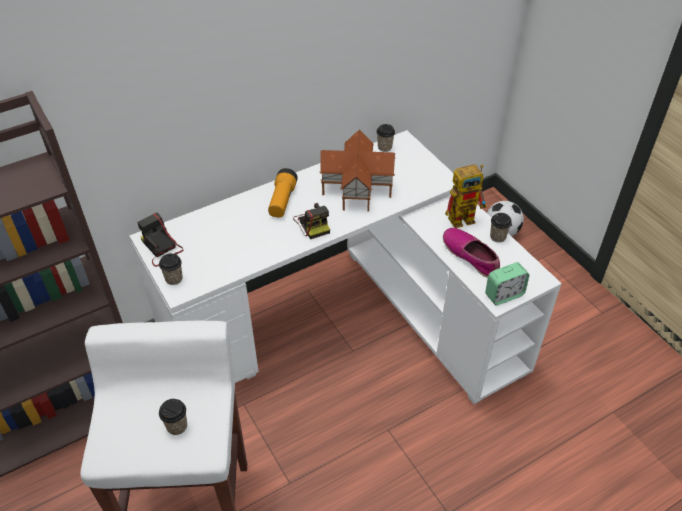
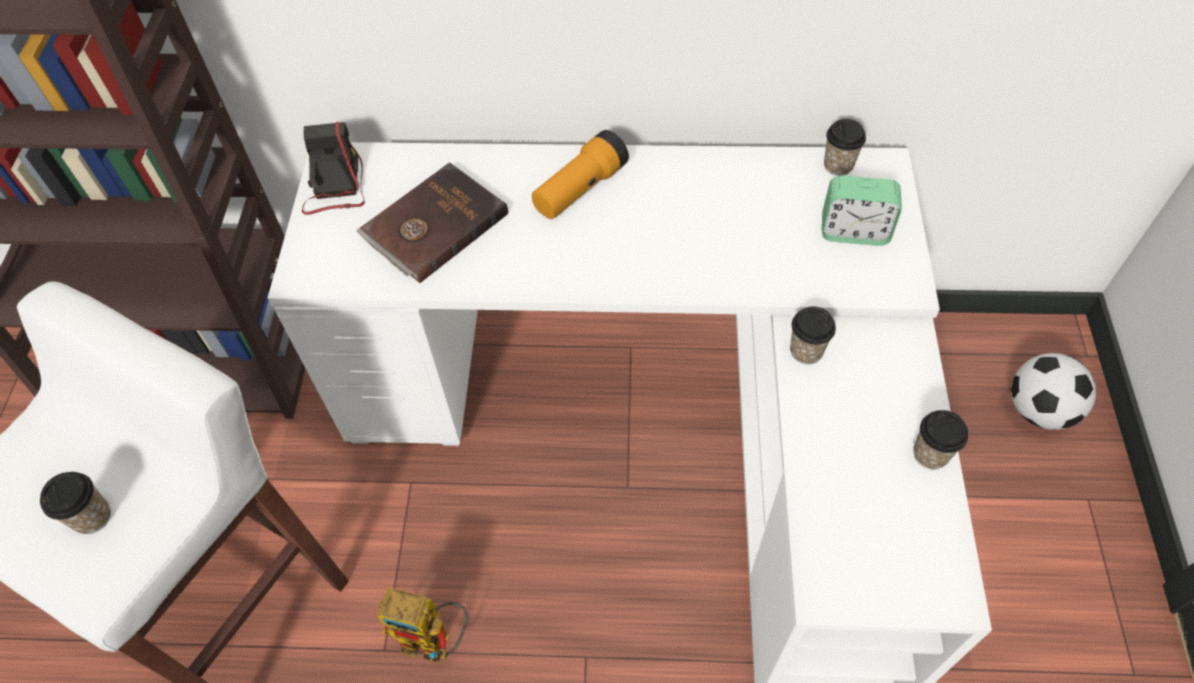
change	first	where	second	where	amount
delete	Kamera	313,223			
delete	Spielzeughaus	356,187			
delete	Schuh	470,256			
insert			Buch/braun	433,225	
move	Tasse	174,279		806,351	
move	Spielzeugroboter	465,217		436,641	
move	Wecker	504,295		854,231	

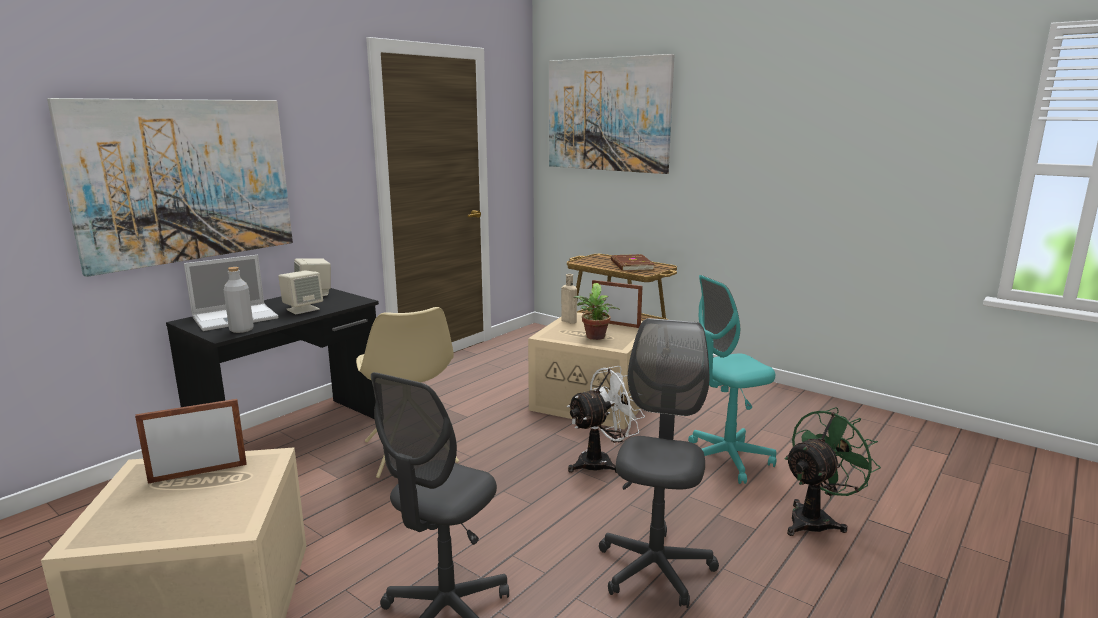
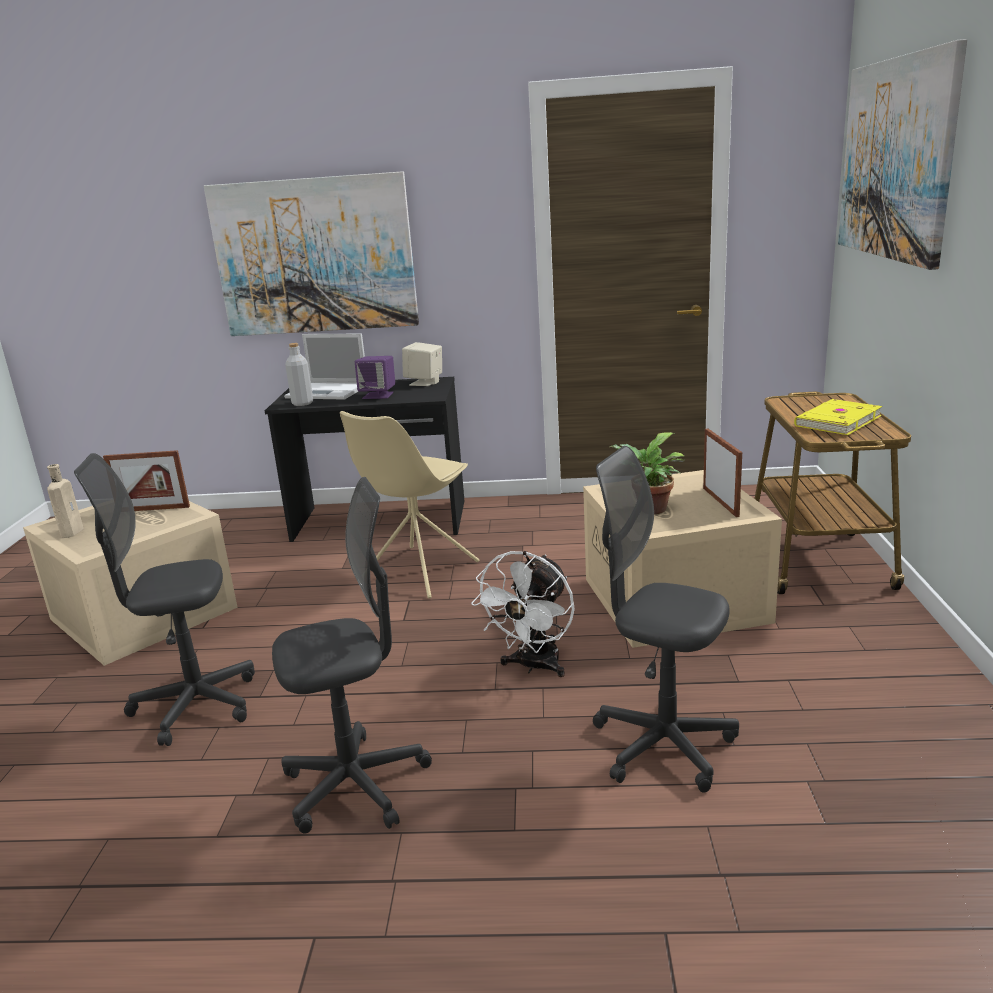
change	first	where	second	where	amount
delete	Ventilator/grün	816,519			
move	Flasche/beige	568,320		73,531	
recolor	Lautsprecher/beige	303,309	Lautsprecher/lila	378,395	
recolor	Buch/braun	631,265	Buch/gelb	836,421	
recolor	Bürostuhl/türkis	726,460	Bürostuhl/grau	663,746	
rotate	Bilderrahmen	198,473		153,509	150 degrees clockwise
rotate	Ventilator/weiß	602,462		534,666	90 degrees clockwise

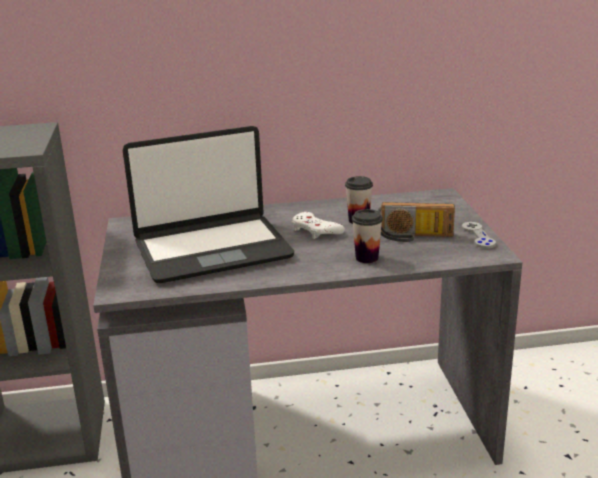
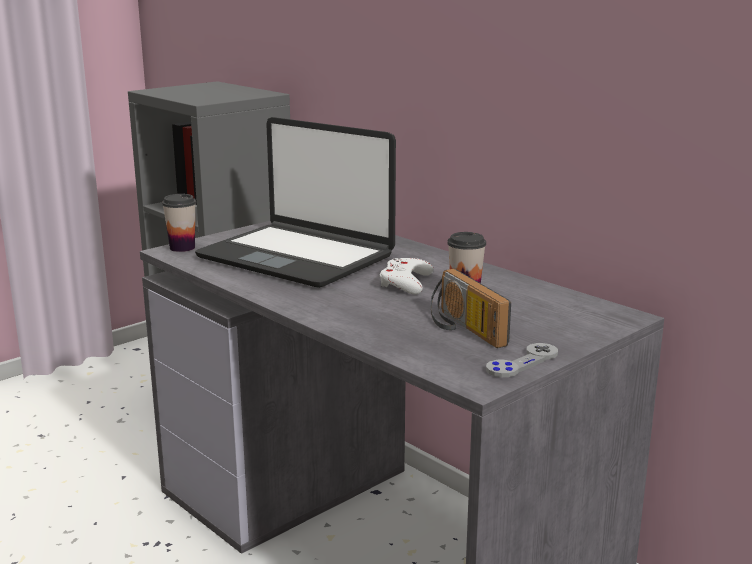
change	first	where	second	where	amount
move	Tasse	367,258		182,248	

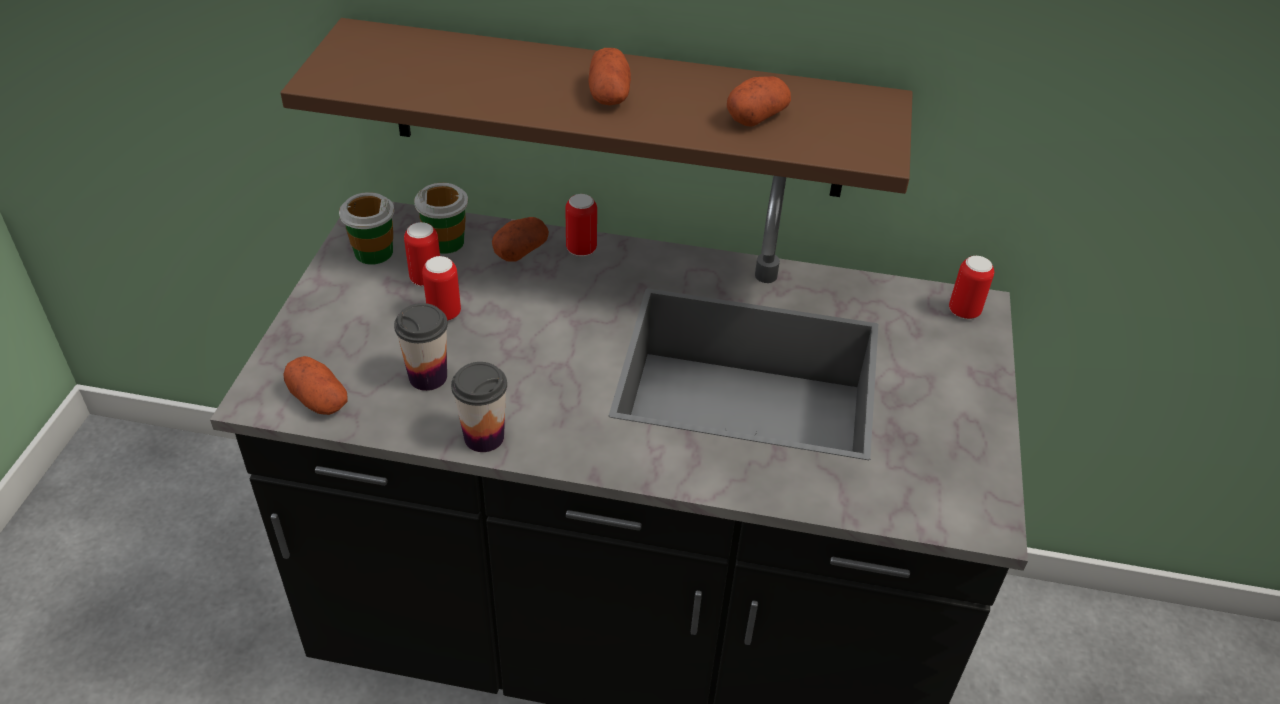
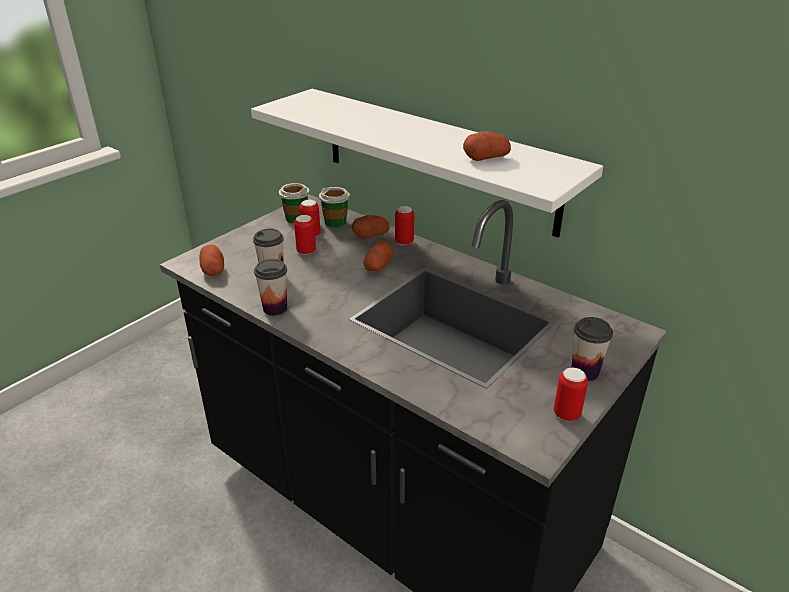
change	first	where	second	where	amount
insert			Tasse	584,372	
move	Kartoffel	609,94		378,266	
move	Dose	964,311		566,414	
recolor	Wandregal/braun	617,110	Wandregal/weiß	436,159	

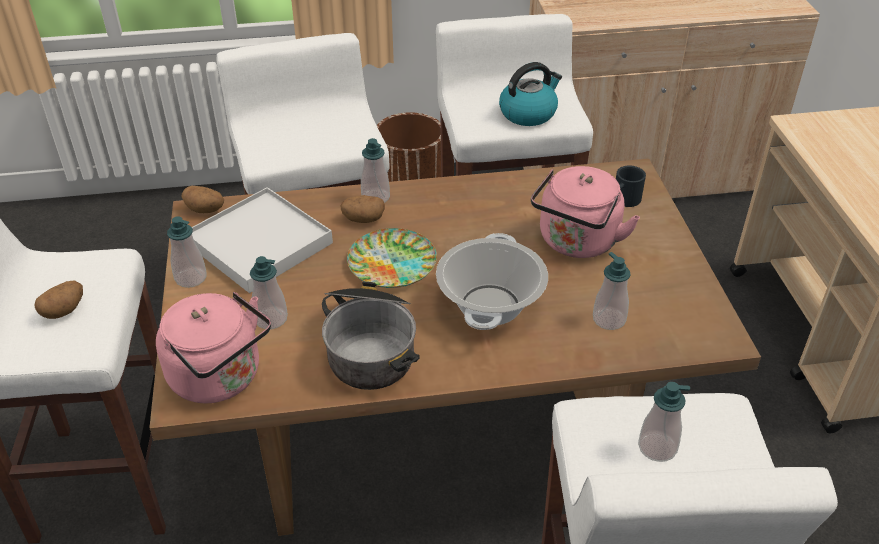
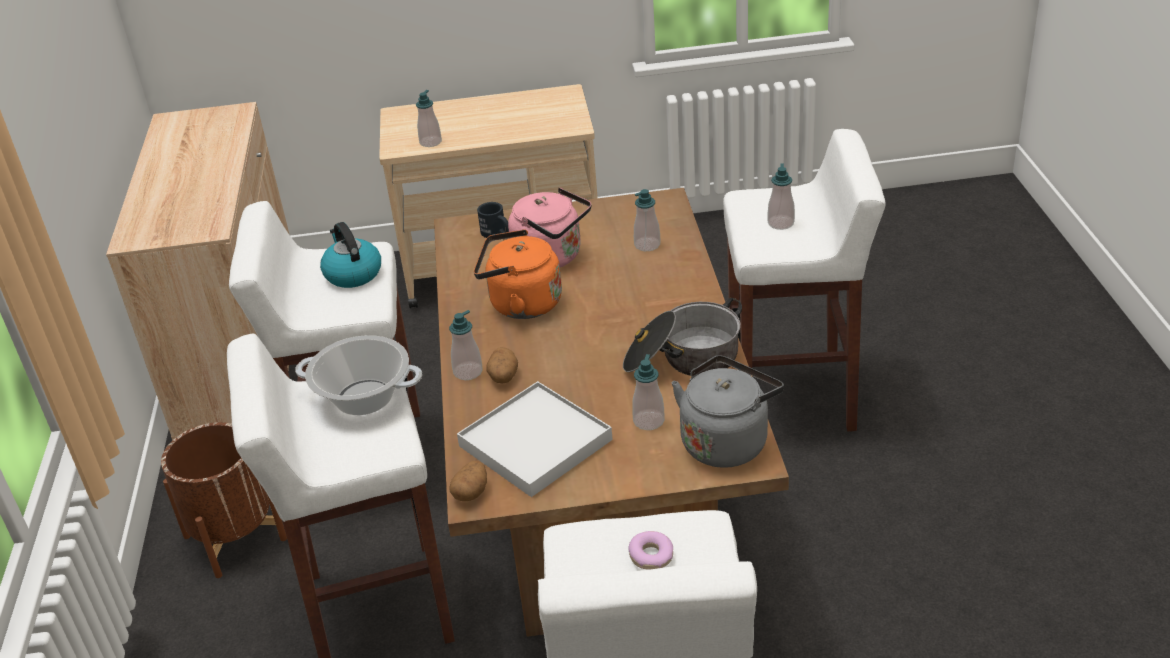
change	first	where	second	where	amount
delete	Teller	392,263			
insert			Wasserkessel/orange	521,304	
move	Seifenspender	191,278		430,142	
move	Kochtopf	489,305		364,398	
replace	Kartoffel	64,310	Donut	651,556	
recolor	Wasserkessel/rosa	221,378	Wasserkessel/grau	726,441	

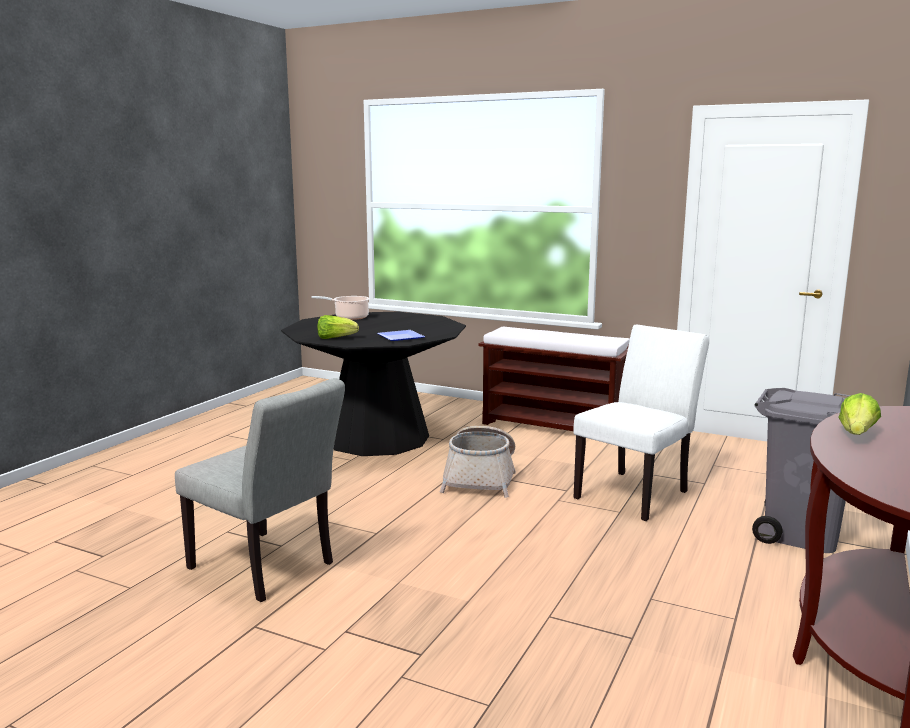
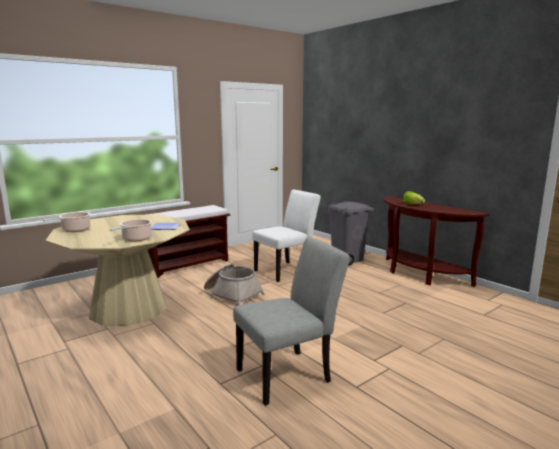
change	first	where	second	where	amount
replace	Salatkopf	335,338	Kochtopf	135,239	
recolor	Esstisch/schwarz	377,438	Esstisch/beige	128,308	
rotate	Stuhl/weiß	636,492		286,270	75 degrees clockwise

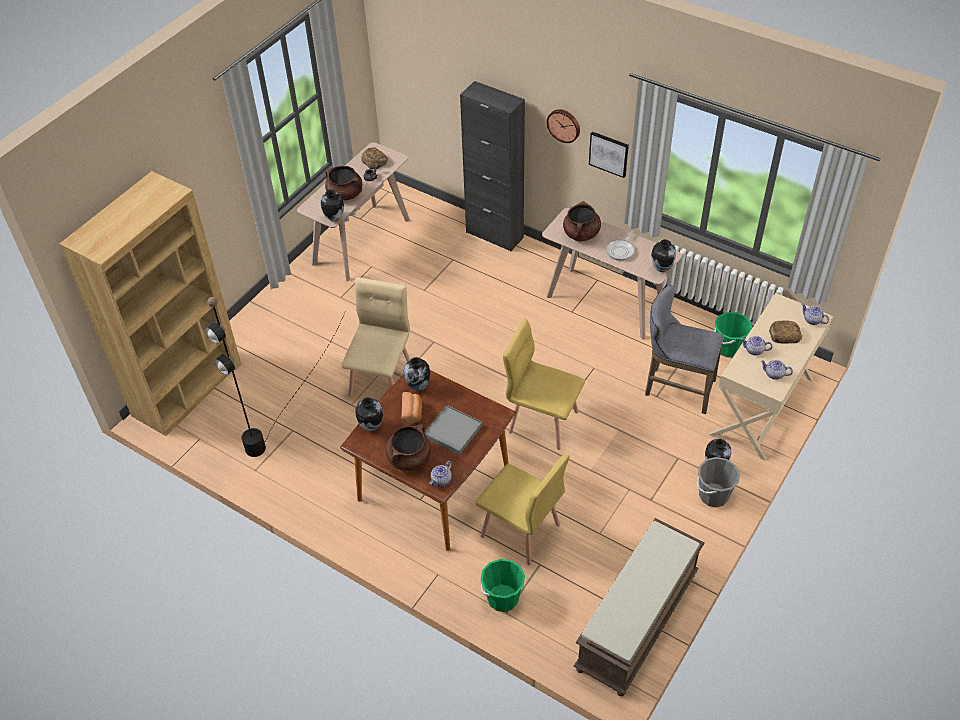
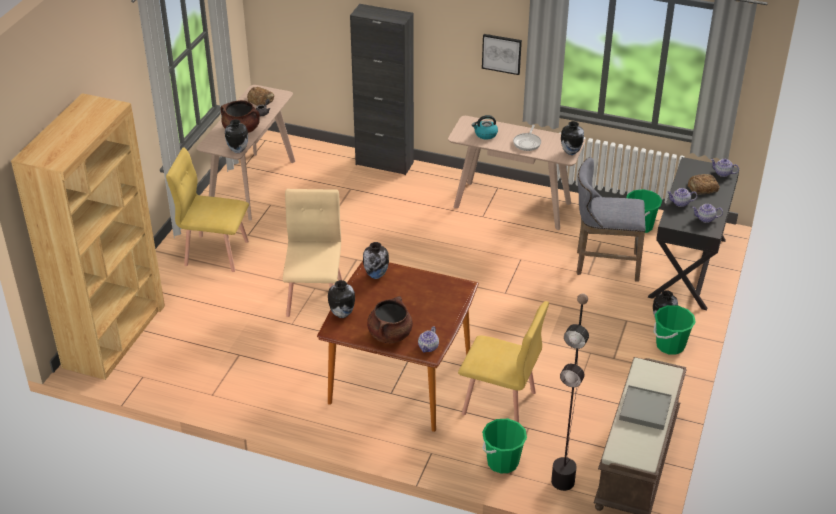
change	first	where	second	where	amount
delete	Brot	412,413			
delete	Wanduhr	564,125			
move	Stehlampe/schwarz	284,407		568,434	
move	Tablett/grau	453,431		645,409	
move	Stuhl/gelb	543,421		216,252	
replace	Kochtopf/braun	581,234	Wasserkessel	485,134	
recolor	Eimer/grau	713,495	Eimer/grün	670,345	
recolor	Schreibtisch/beige	762,406	Schreibtisch/schwarz	688,268	

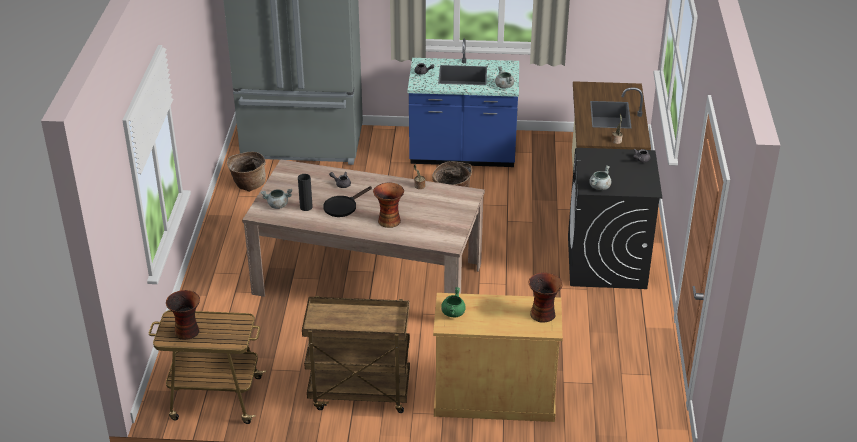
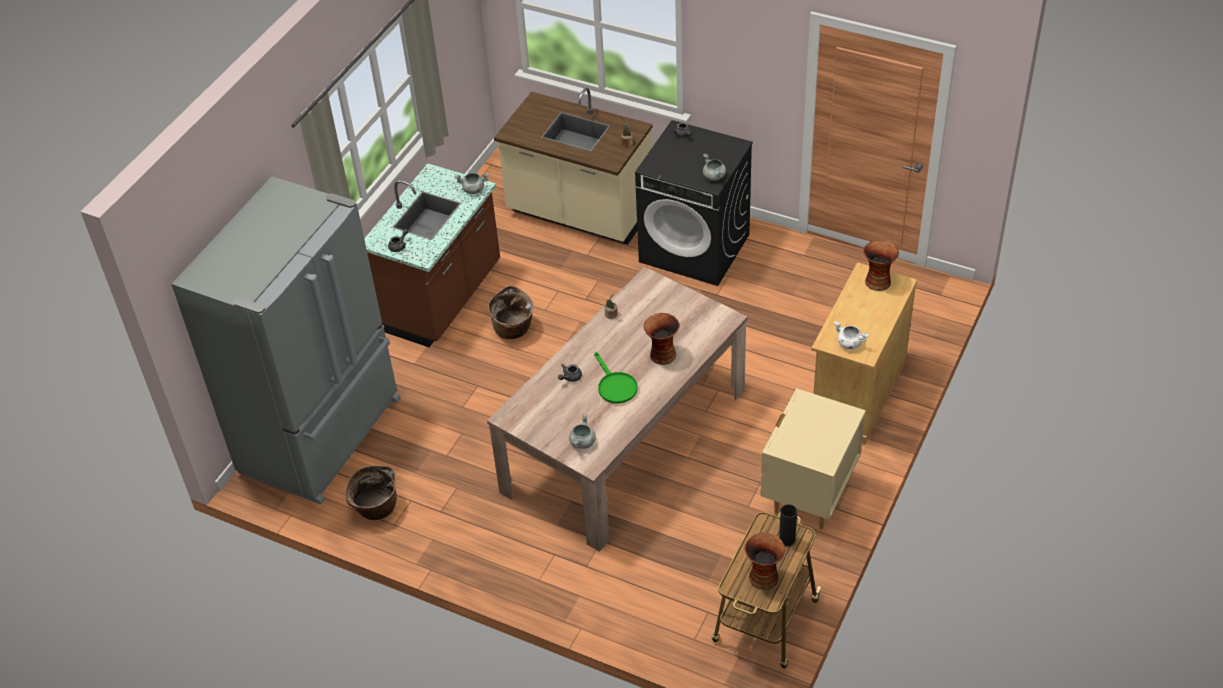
change	first	where	second	where	amount
move	Vase/schwarz	306,207		787,539	
replace	Rollwagen/braun	358,394	Nachttisch/beige	809,495	
recolor	Pfanne/schwarz	343,206	Pfanne/grün	615,386	
recolor	Küchenzeile/blau	462,155	Küchenzeile/braun	442,298	
recolor	Kochtopf/grün	453,313	Kochtopf/weiß	849,343	

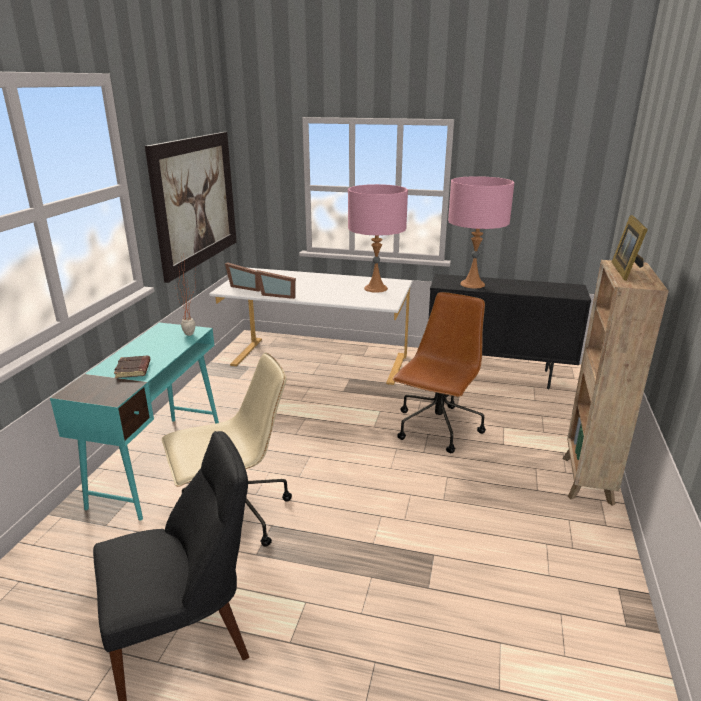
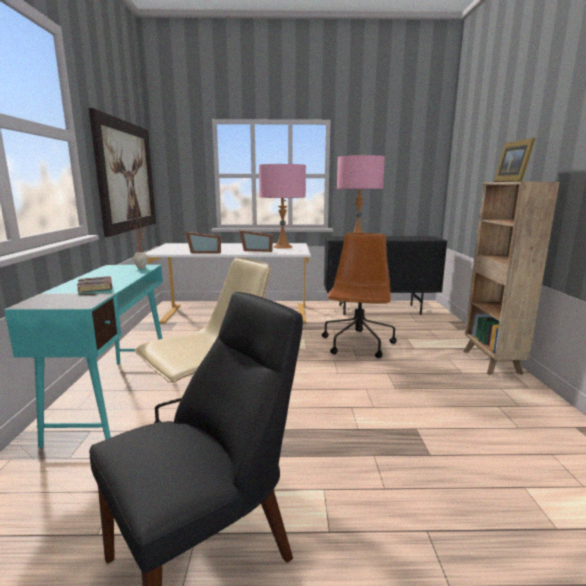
change	first	where	second	where	amount
move	Bilderrahmen	246,287		257,250	

